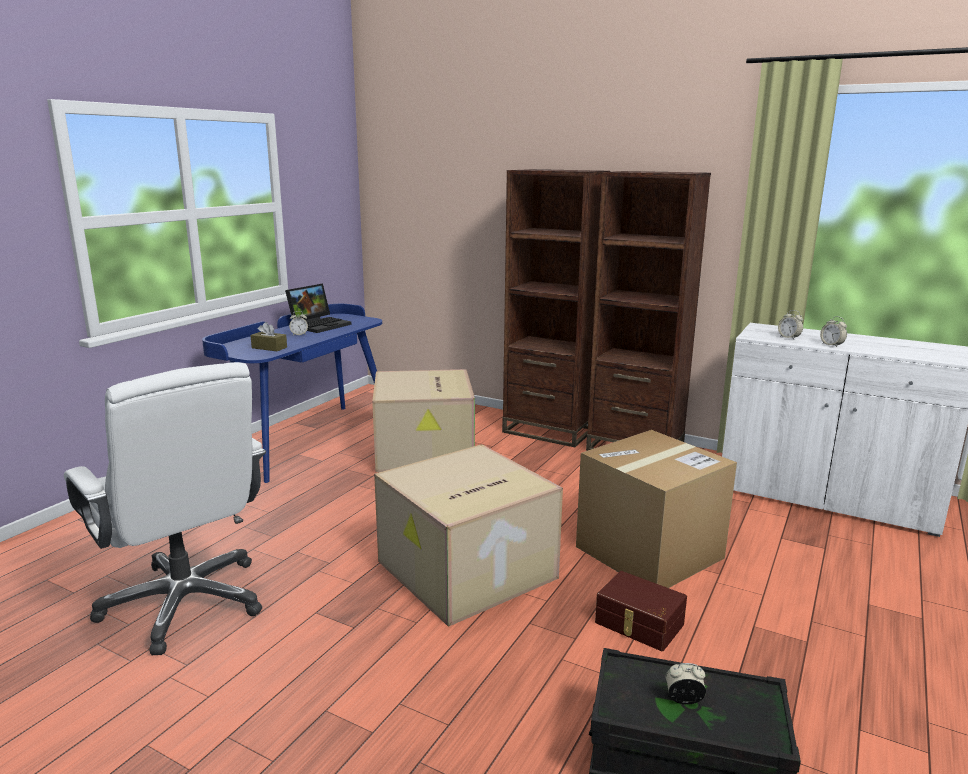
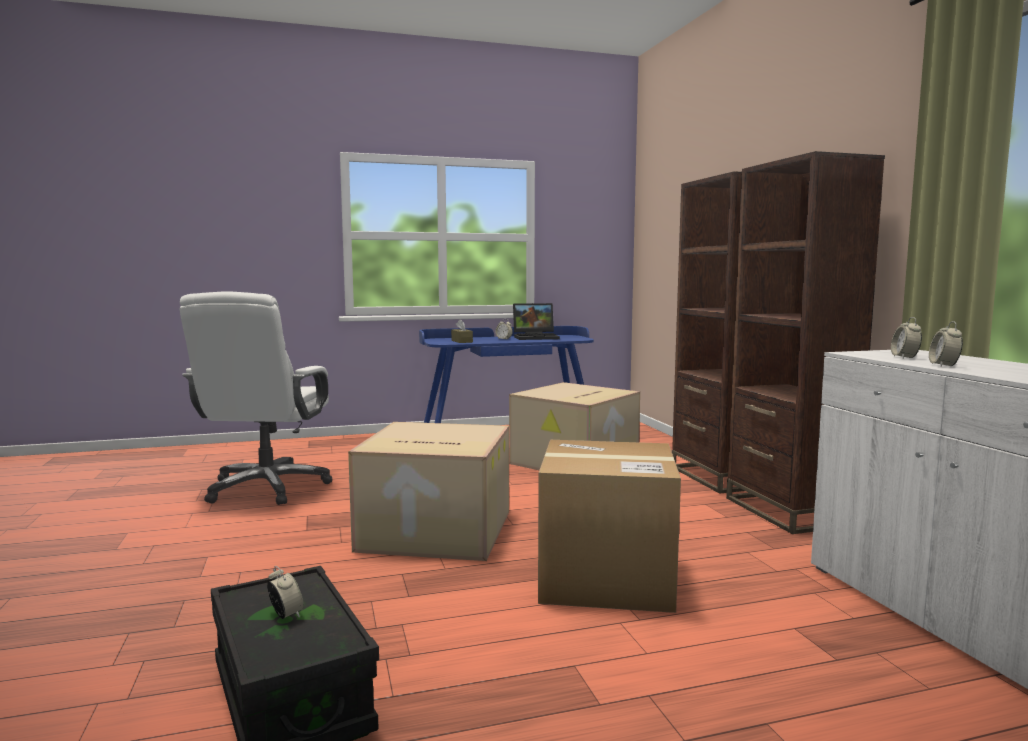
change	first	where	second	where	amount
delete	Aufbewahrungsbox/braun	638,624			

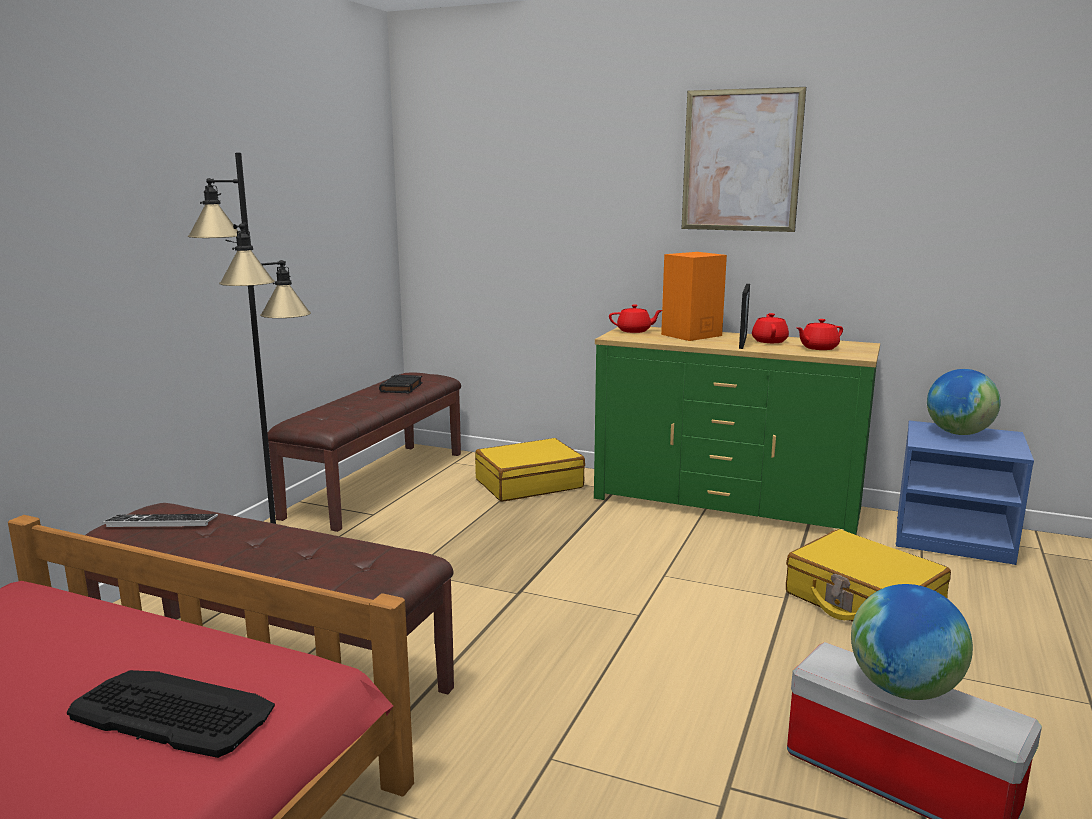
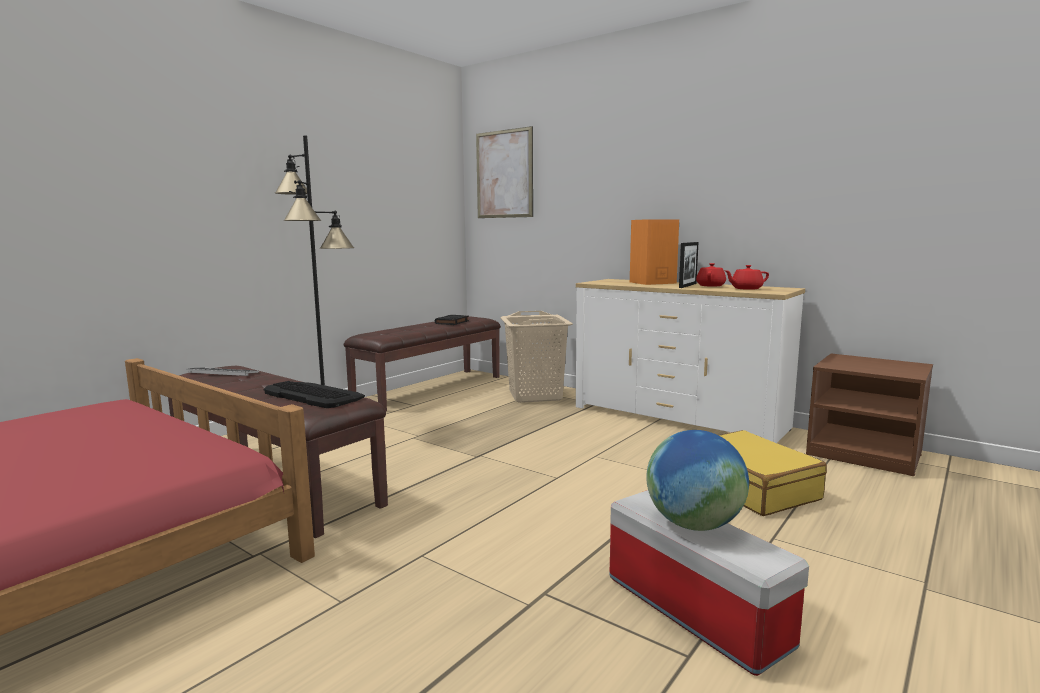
change	first	where	second	where	amount
delete	Teekanne/rot	634,331			
delete	Globus	958,433			
move	Tastatur	172,712		313,395	
move	Bild	741,161		504,174	
replace	Koffer/gelb	529,483	Wäschekorb/beige	535,396	
recolor	Kommode/grün	725,503	Kommode/weiß	678,417	
recolor	Nachttisch/blau	954,538	Nachttisch/braun	865,454	

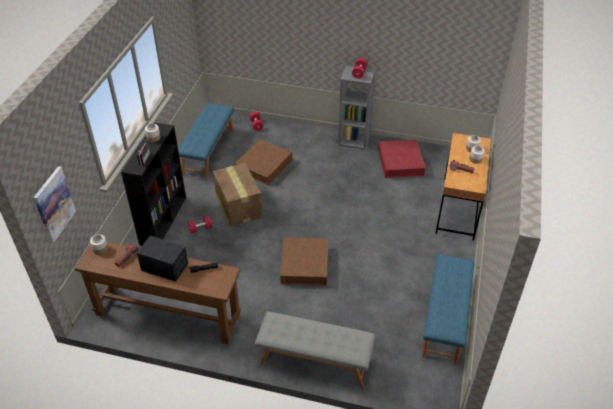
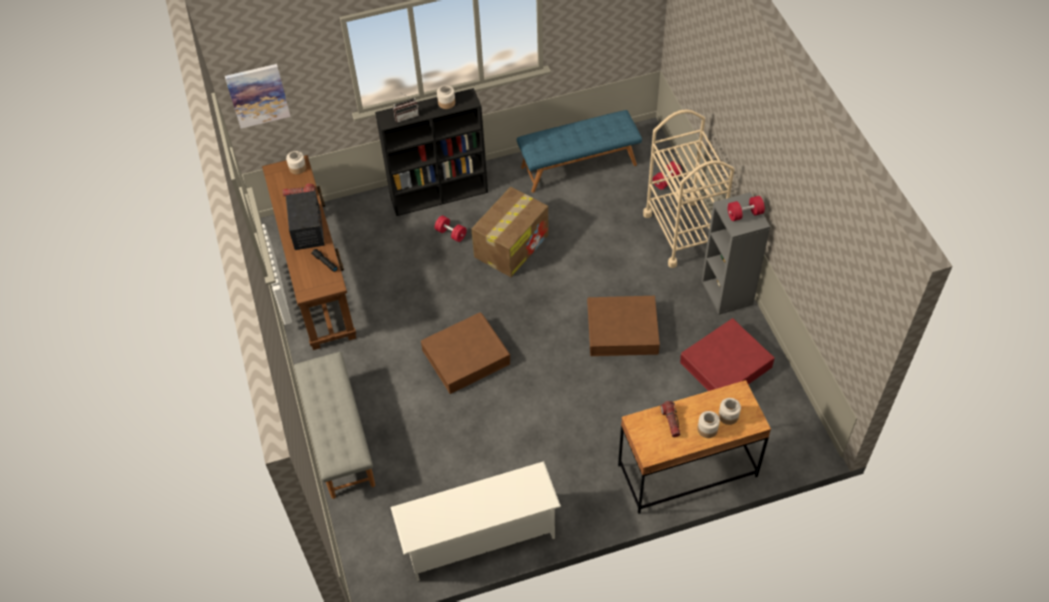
change	first	where	second	where	amount
insert			Rollwagen/beige	682,233	
move	Aufbewahrungsbox/braun	264,166		622,330	
replace	Bank/blau	445,319	Schuhregal/weiß	479,537	

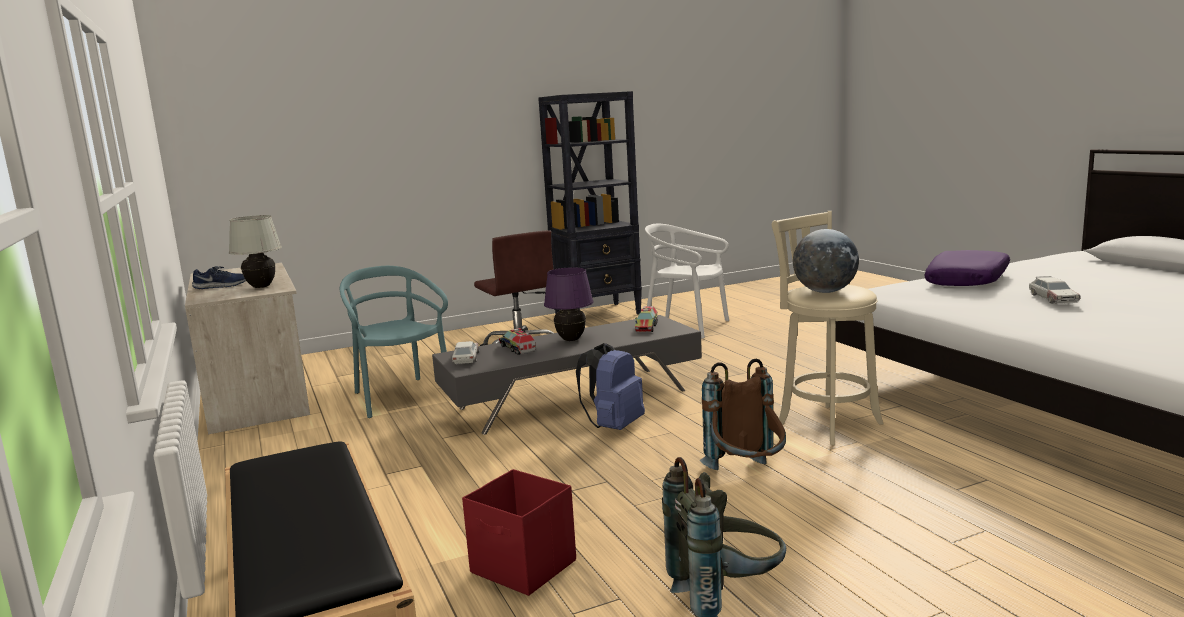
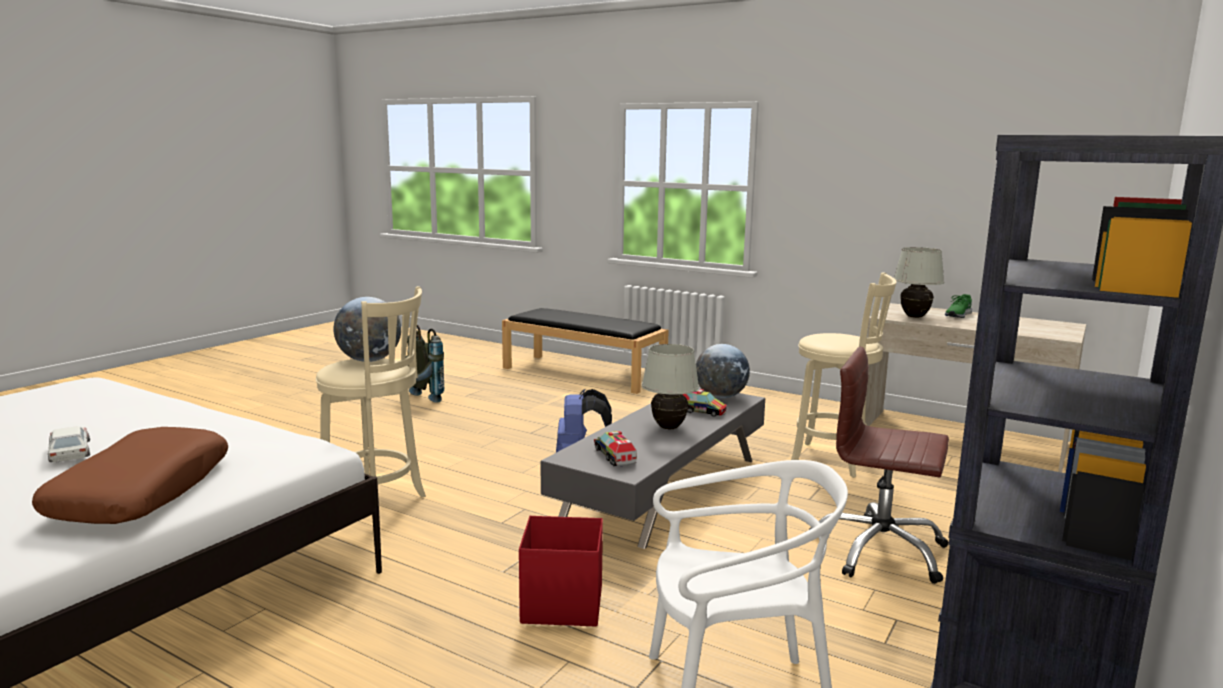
change	first	where	second	where	amount
delete	Rucksack/braun	747,476			
move	Aufbewahrungsbox/rot	524,567		561,605	
replace	Stuhl/türkis	400,397	Hocker/beige	834,460	
replace	Spielzeugauto	466,358	Globus	720,397	
recolor	Schuh/blau	221,286	Schuh/grün	957,315	
recolor	Tischlampe/lila	571,340	Tischlampe/weiß	669,427	
recolor	Kissen/lila	968,281	Kissen/braun	141,492	

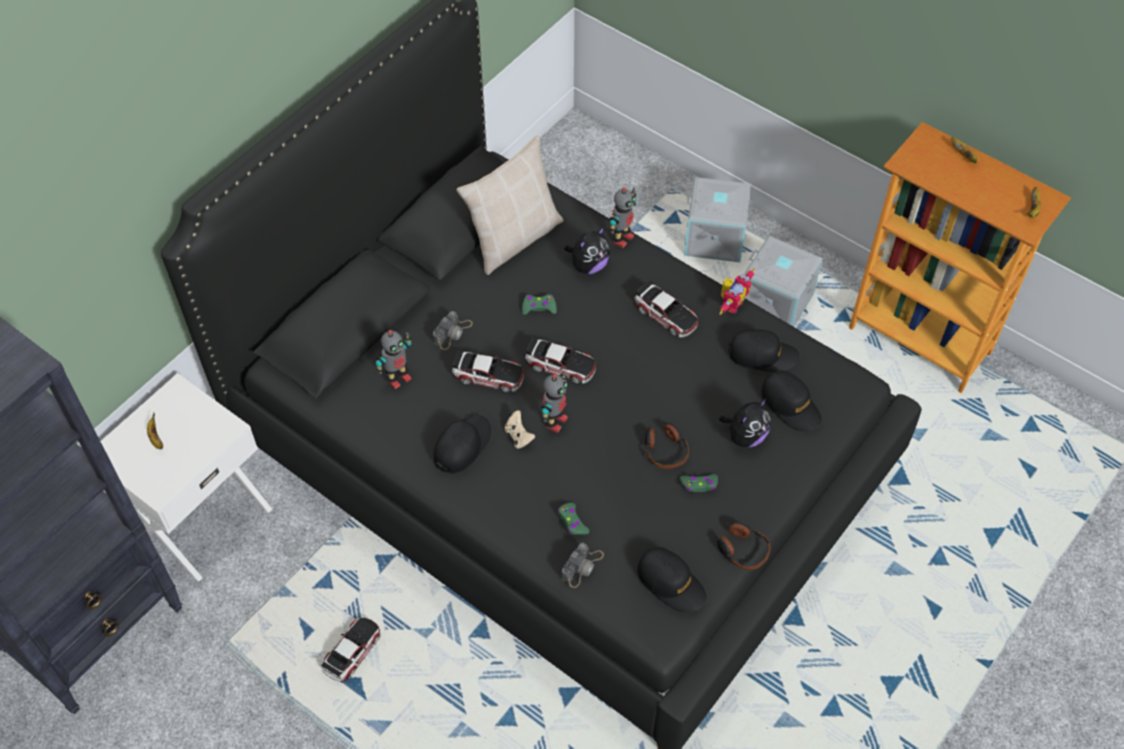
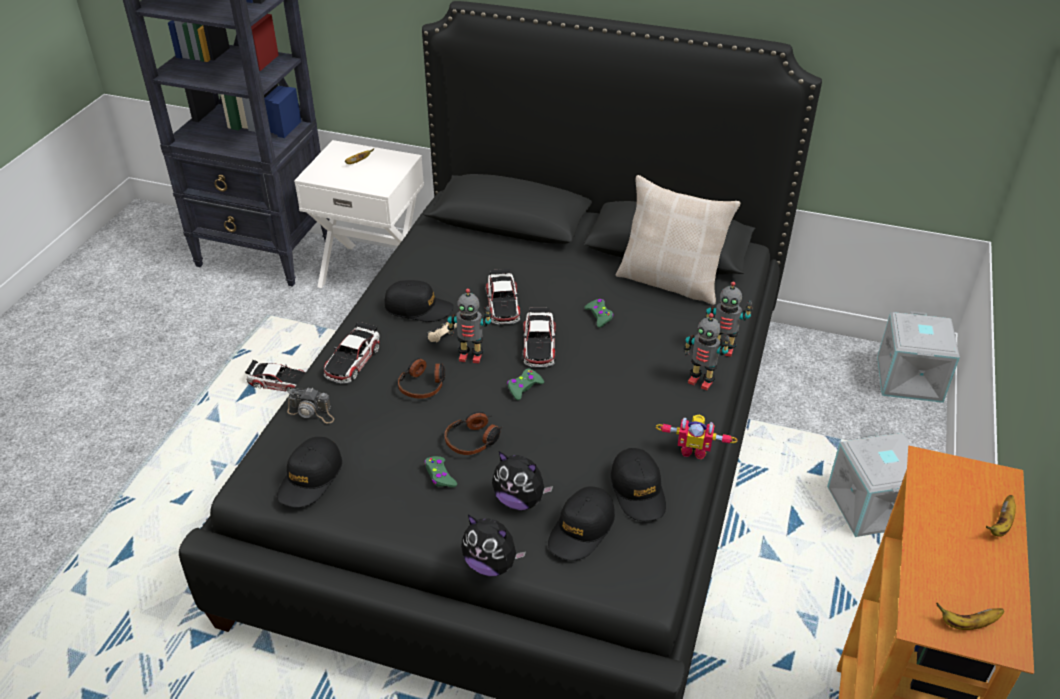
change	first	where	second	where	amount
delete	Kamera	453,333			
move	Spielzeugroboter	398,378		701,381	
move	Gamepad/grün	572,522		524,387	
move	Plüschtier	588,265		491,564	
move	Spielzeugauto	666,314		352,360	
move	Kopfhörer	741,549		423,384	
move	Aufbewahrungsbox/grau	776,302		910,379	

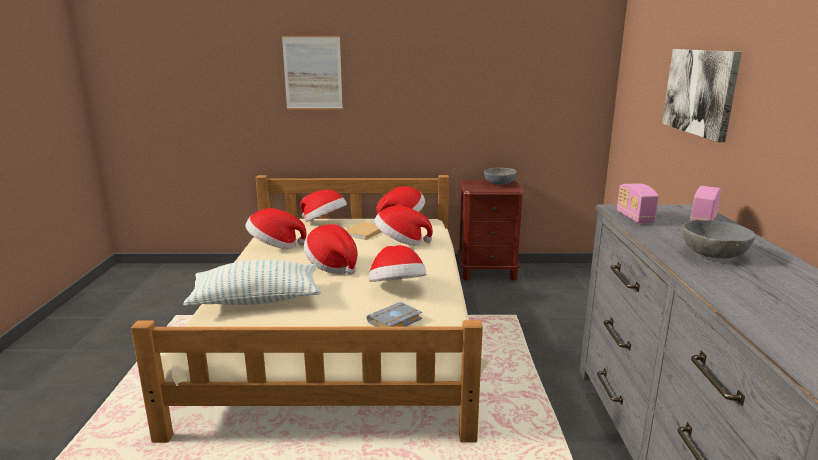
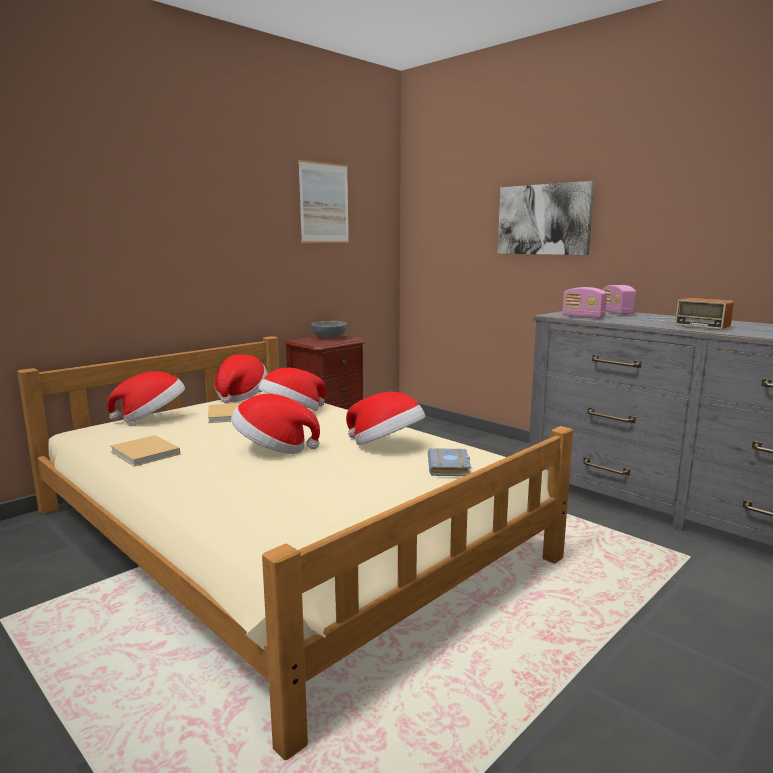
change	first	where	second	where	amount
delete	Kissen	257,300			
move	Bild	313,73		324,203	
replace	Hut	275,246	Buch/beige	146,453	
replace	Schüssel/grau	714,254	Radio	684,323	

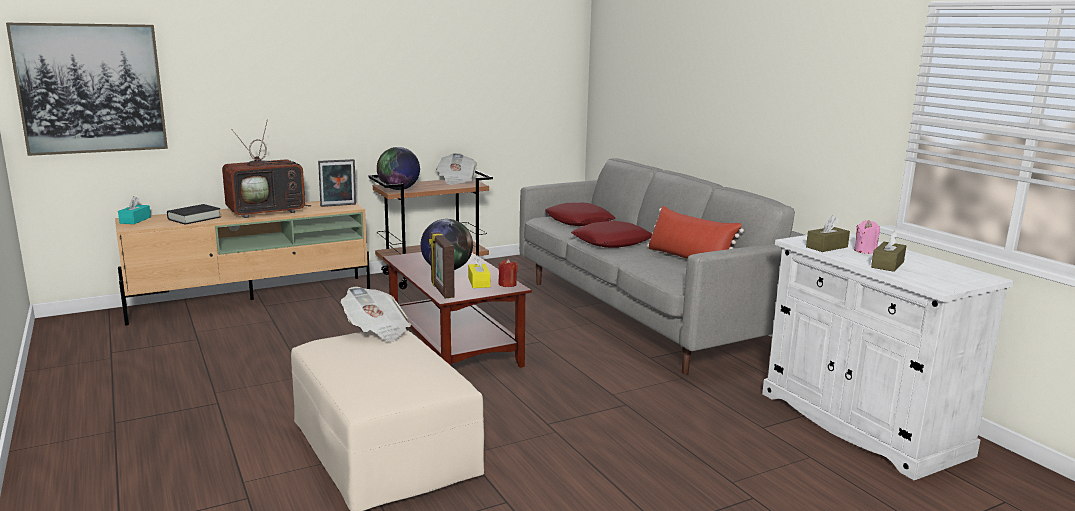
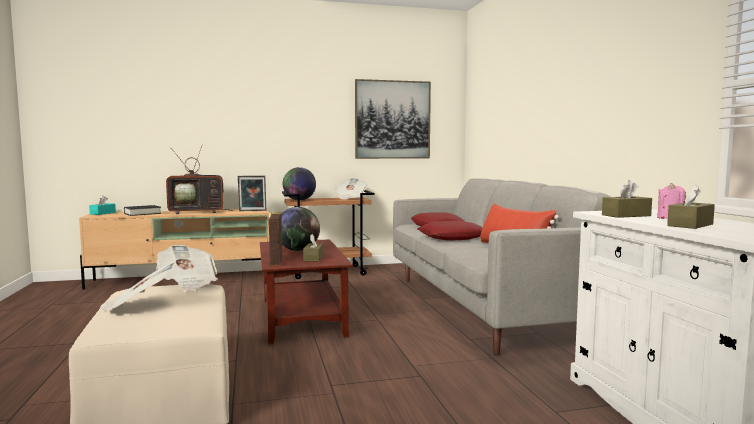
change	first	where	second	where	amount
delete	Kerze/rot	507,284			
insert			Zeitung	138,306	
move	Bild	91,88		392,120	
recolor	Taschentuchbox/gelb	479,282	Taschentuchbox/braun	313,258	

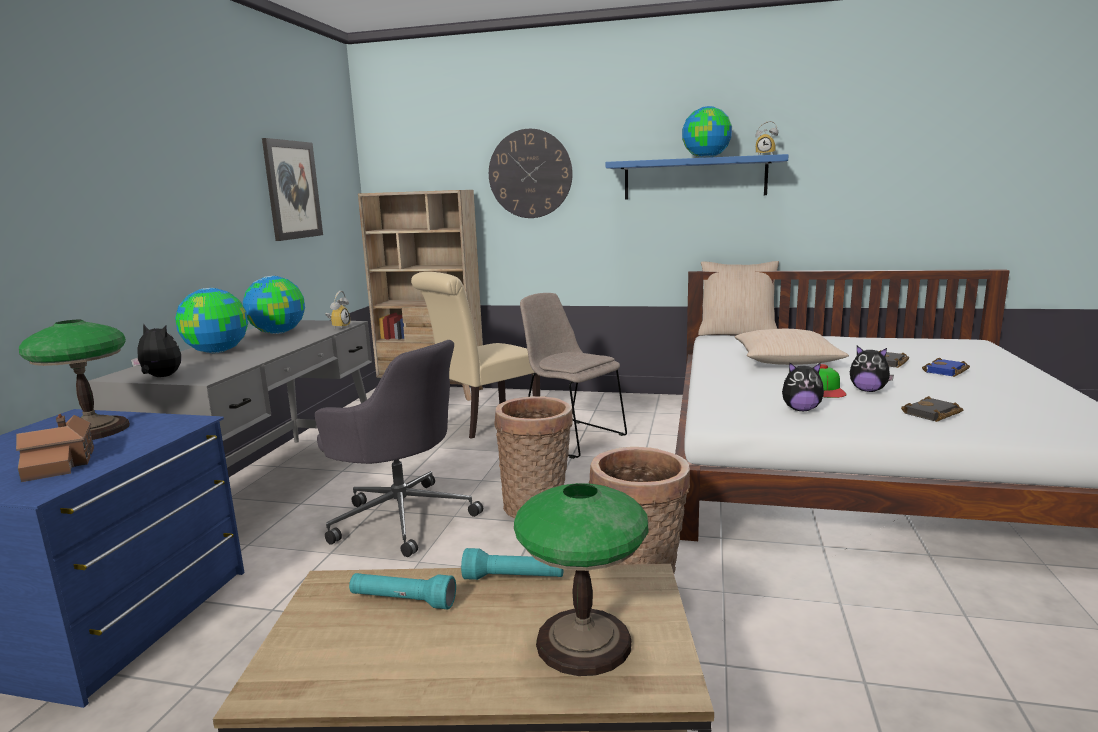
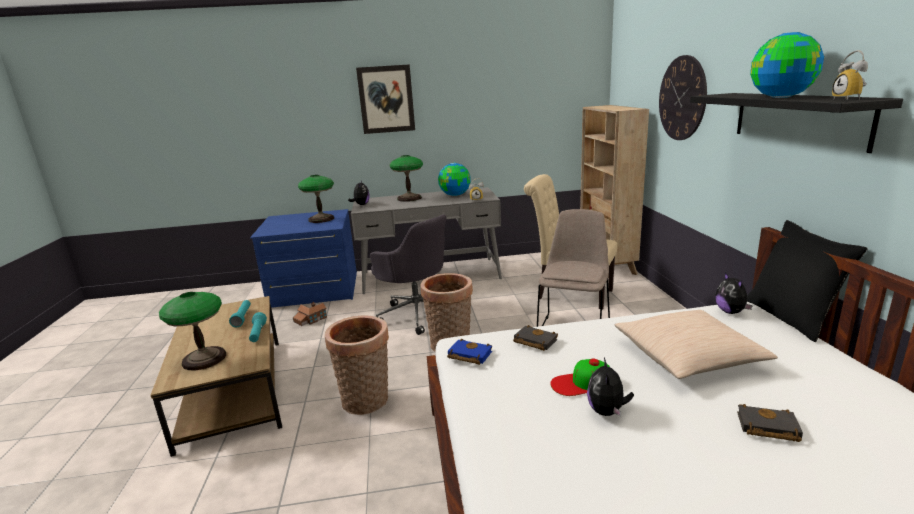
change	first	where	second	where	amount
move	Spielzeughaus	61,464		310,319	
move	Bild	292,190		386,99	
move	Plüschtier	801,409		731,312	
move	Buch/schwarz	932,414		533,341	
move	Buch/blau	946,371		468,355	
replace	Globus	218,351	Tischlampe	409,198	
recolor	Wandregal/blau	694,178	Wandregal/schwarz	798,118	
recolor	Kissen/beige	737,333	Kissen/schwarz	791,317	
rotate	Bürostuhl/grau	401,517		417,313	60 degrees counterclockwise

